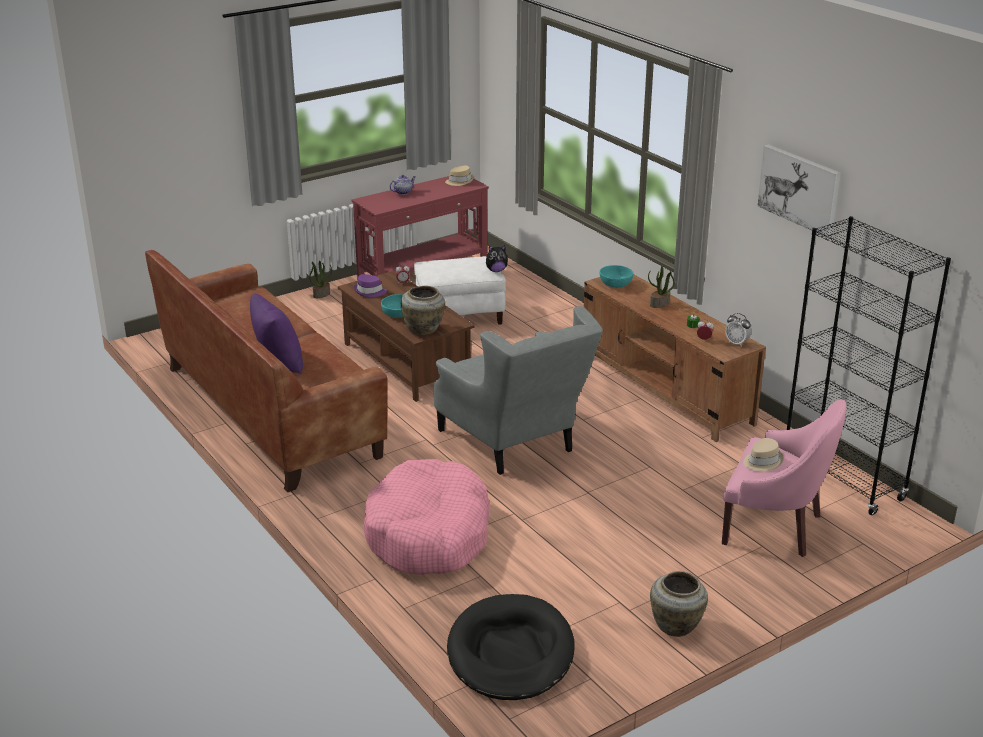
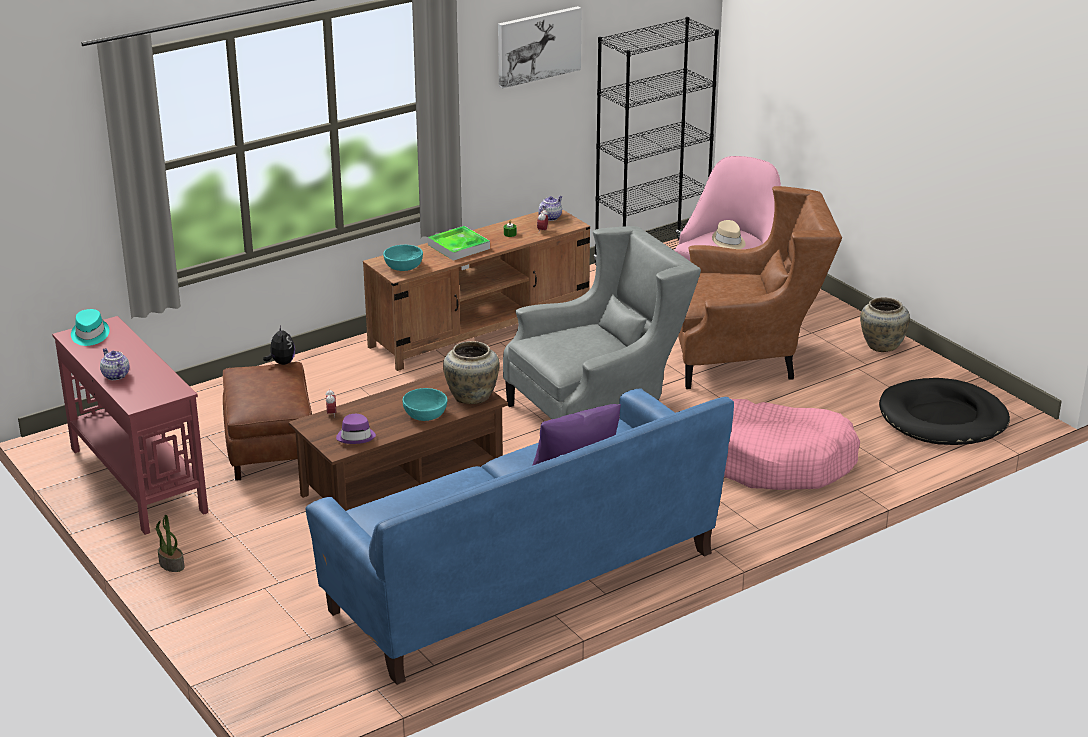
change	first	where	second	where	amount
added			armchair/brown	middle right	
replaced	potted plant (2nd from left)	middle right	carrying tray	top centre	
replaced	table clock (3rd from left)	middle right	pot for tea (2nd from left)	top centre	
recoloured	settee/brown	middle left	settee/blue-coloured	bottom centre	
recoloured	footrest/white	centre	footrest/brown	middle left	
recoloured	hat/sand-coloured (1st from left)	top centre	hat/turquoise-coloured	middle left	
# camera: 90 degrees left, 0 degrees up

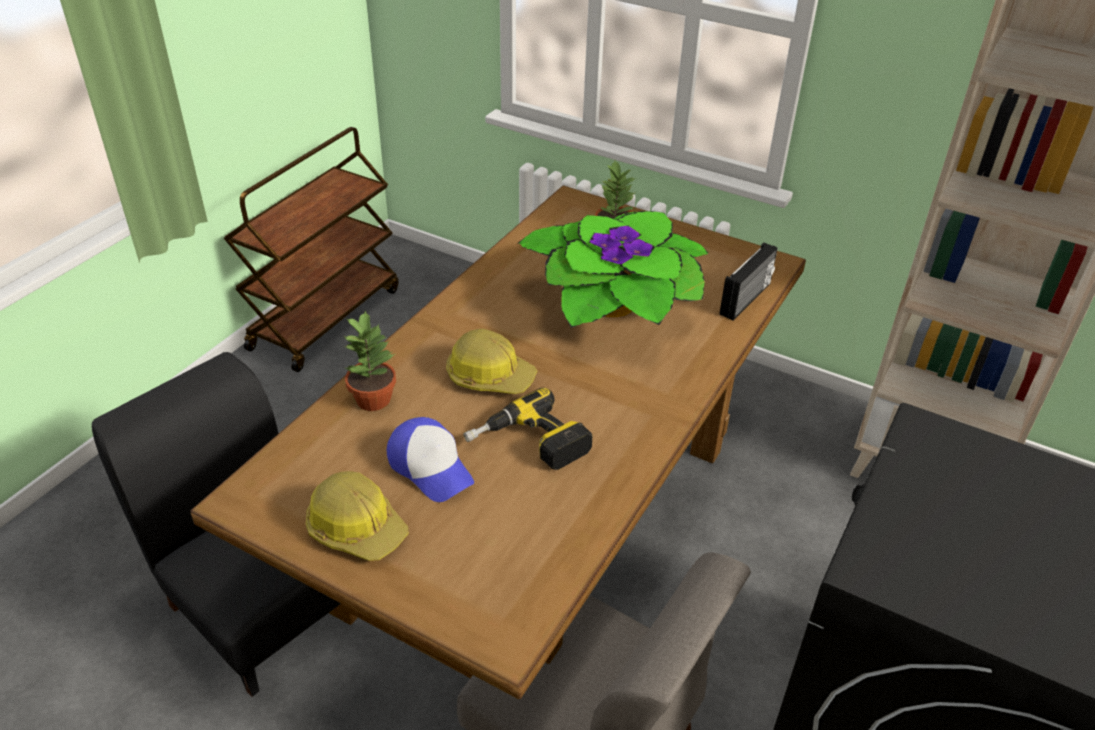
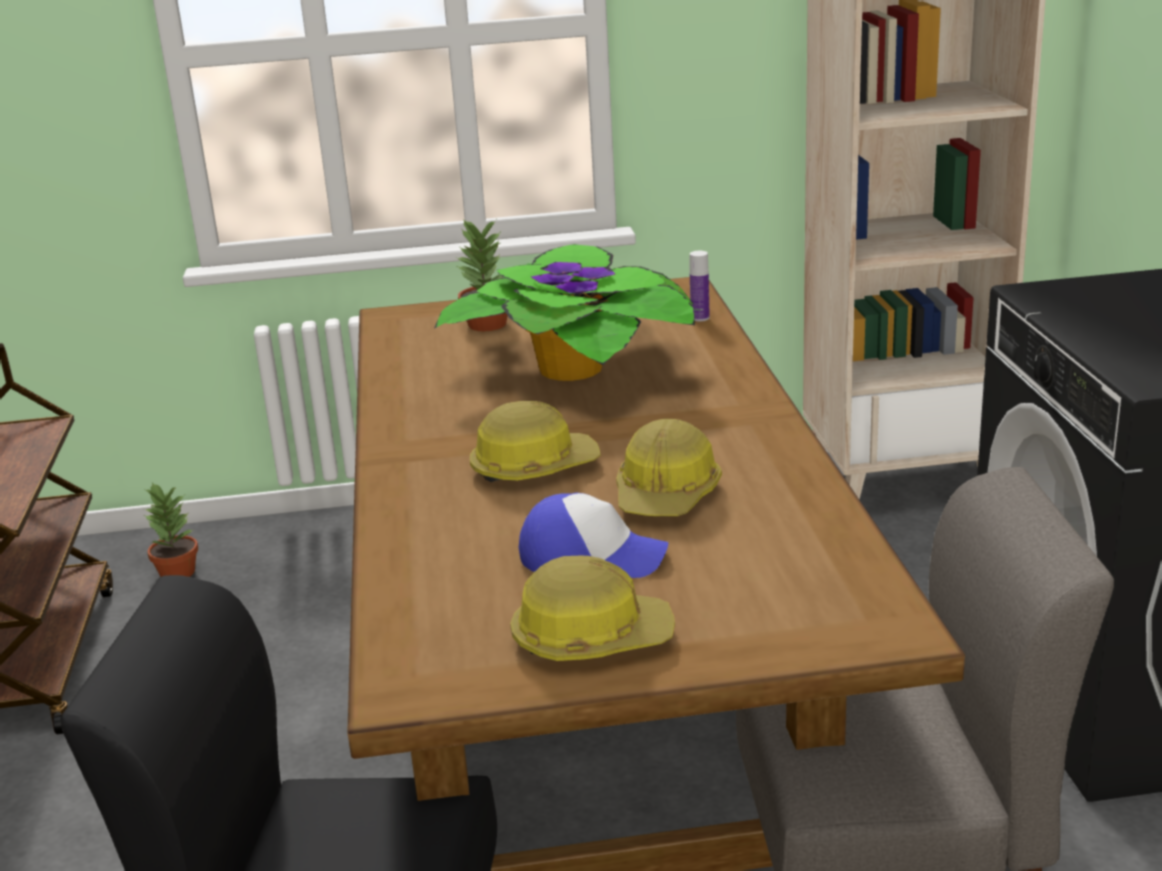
change	first	where	second	where	amount
moved	potted plant (1st from left)	centre		middle left	
replaced	drill	centre	safety helmet (3rd from left)	centre	
replaced	radio receiver	middle right	bottle	top centre	
# camera: 35 degrees left, 15 degrees down

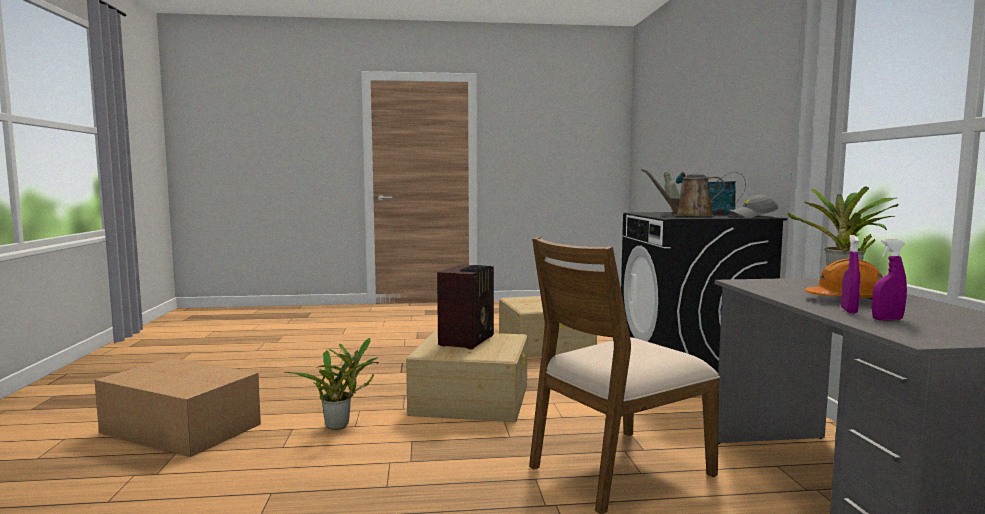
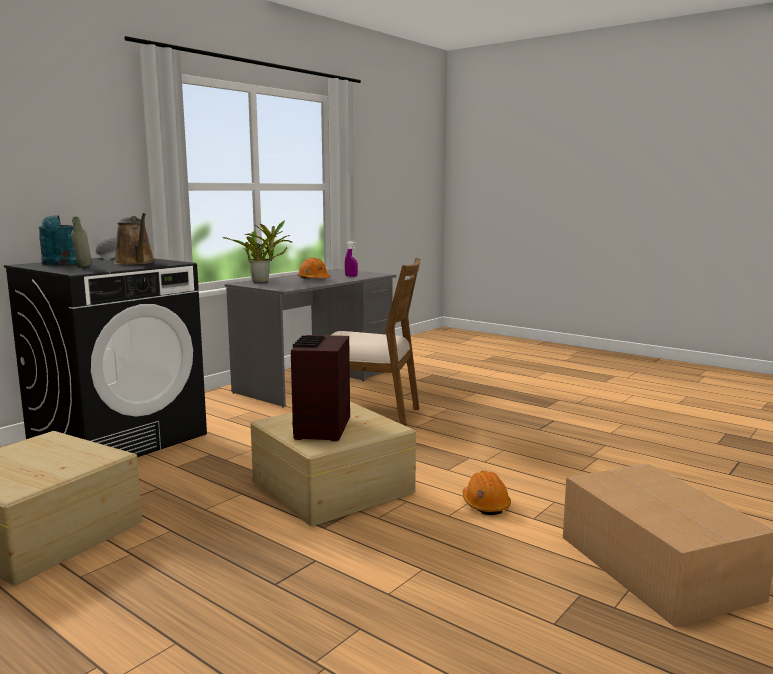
change	first	where	second	where	amount
removed	sprayer/purple-coloured (1st from left)	middle right			
replaced	potted plant (1st from left)	bottom centre	safety helmet/orangey (2nd from left)	bottom centre	
turned	radio receiver	centre		centre	60 degrees counterclockwise
# camera: 135 degrees left, 5 degrees up

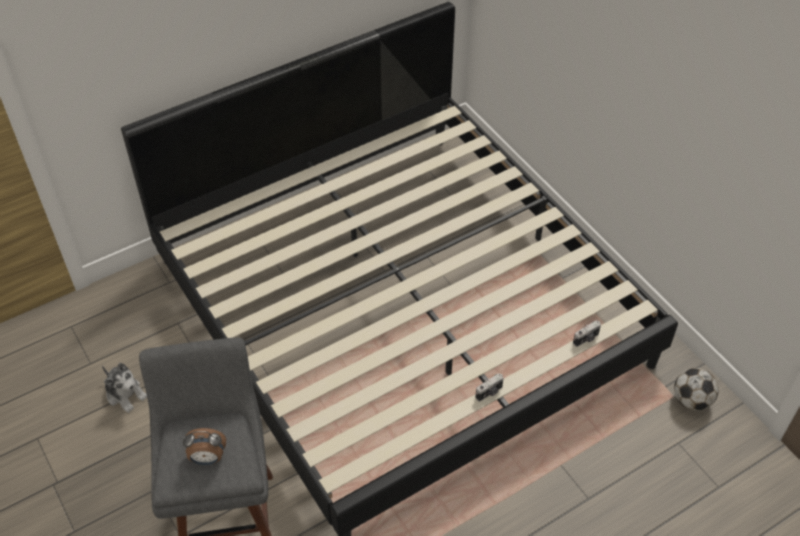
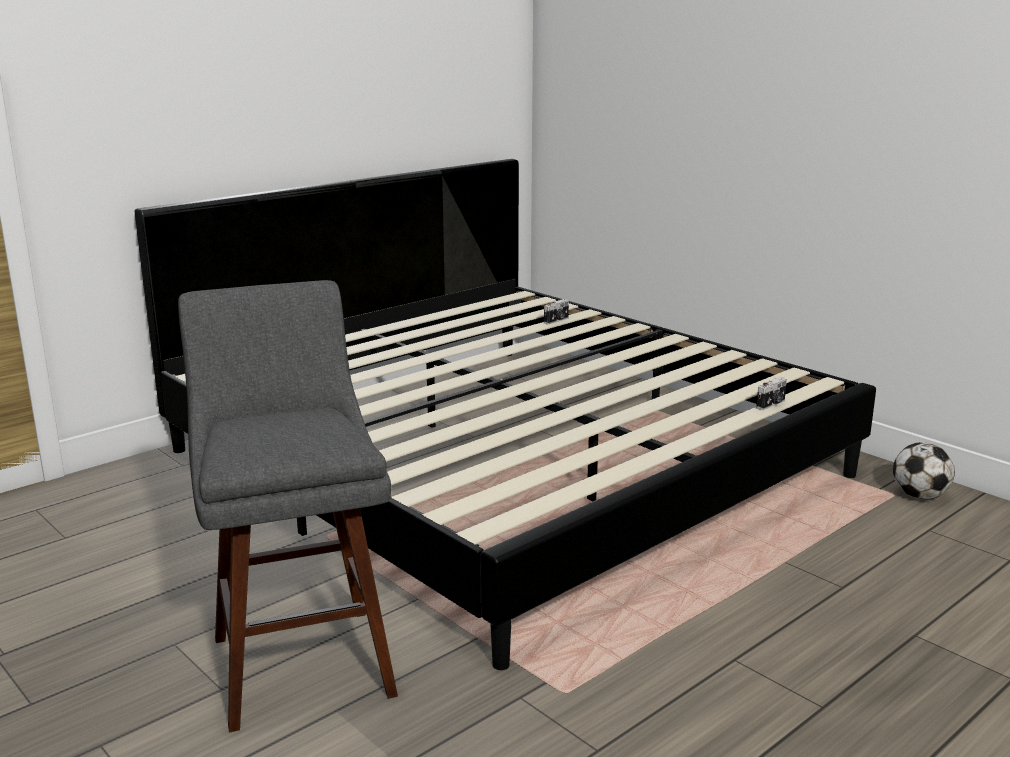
change	first	where	second	where	amount
removed	plush toy	bottom left			
removed	table clock	bottom left			
moved	still camera (1st from left)	bottom centre		centre	
# camera: 10 degrees left, 30 degrees down

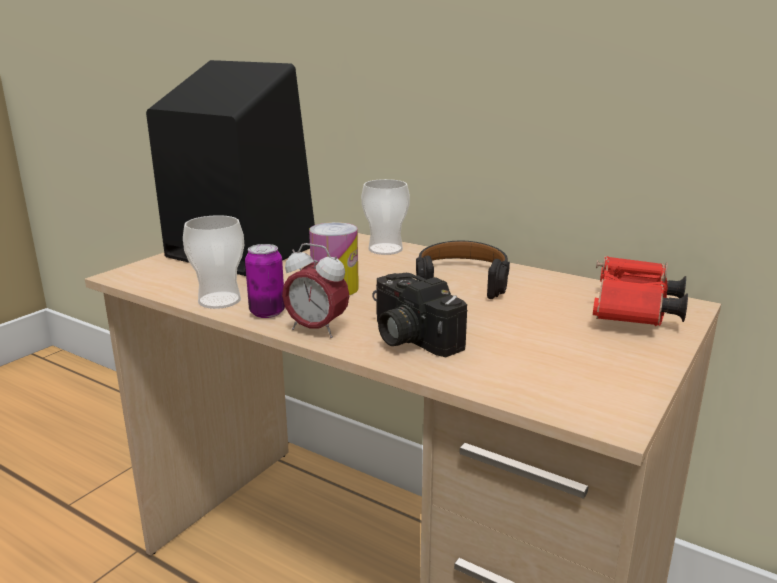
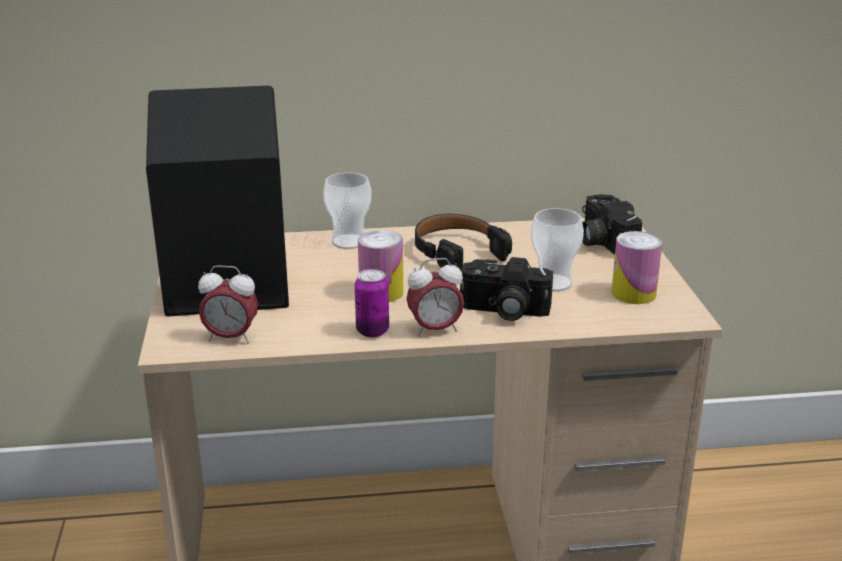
change	first	where	second	where	amount
added			table clock (1st from left)	middle left	
added			sealed can (3rd from left)	middle right	
moved	drinking cup (1st from left in the first image)	middle left	drinking cup (2nd from left)	centre	
replaced	field glasses/red	middle right	still camera (2nd from left)	middle right	
# camera: 40 degrees left, 5 degrees up

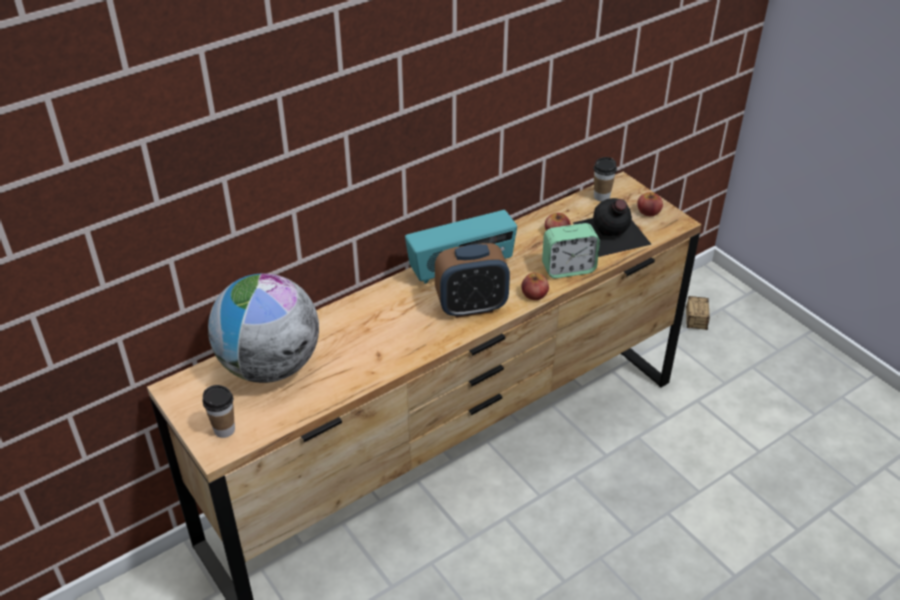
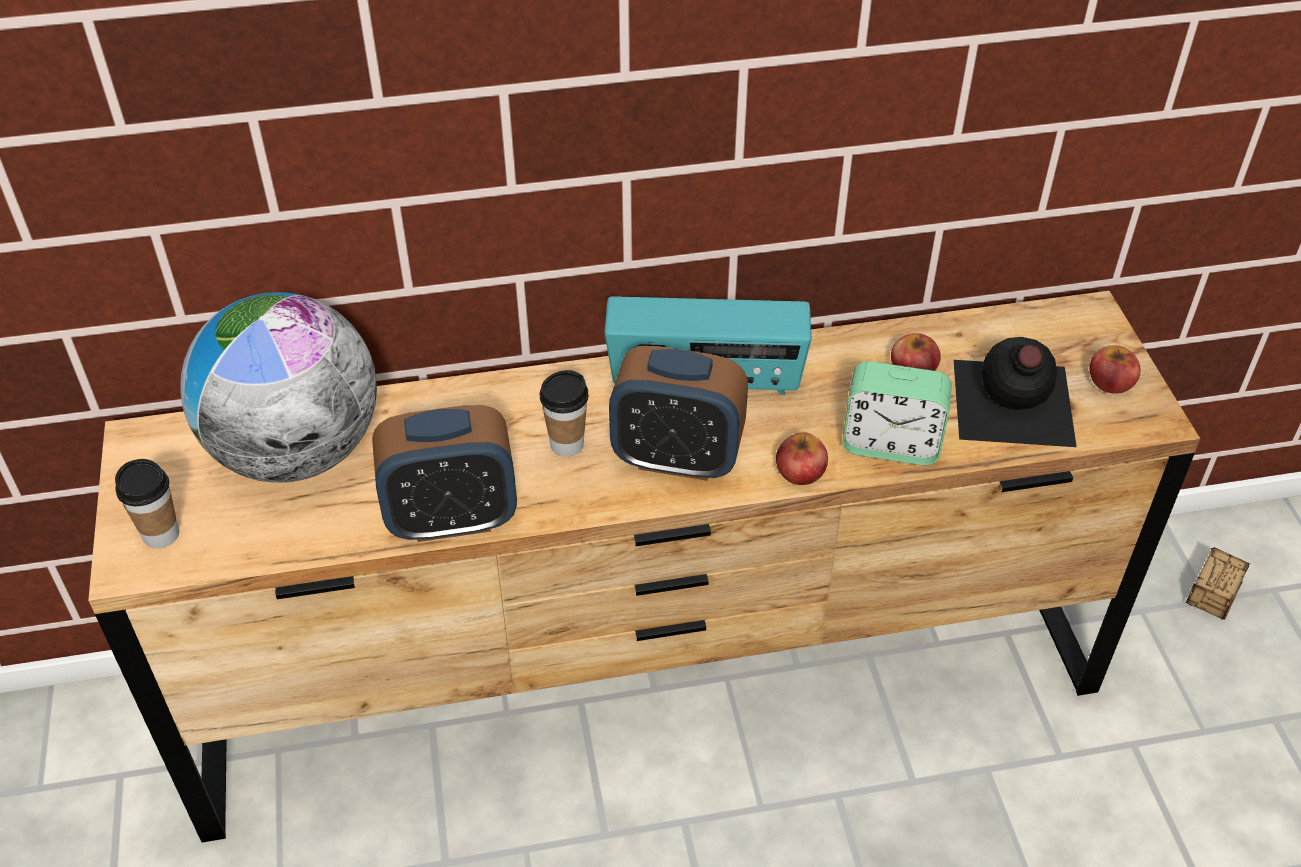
change	first	where	second	where	amount
added			table clock (1st from left)	centre	
moved	drinking cup (2nd from left)	top right		centre	
# camera: 25 degrees right, 5 degrees up

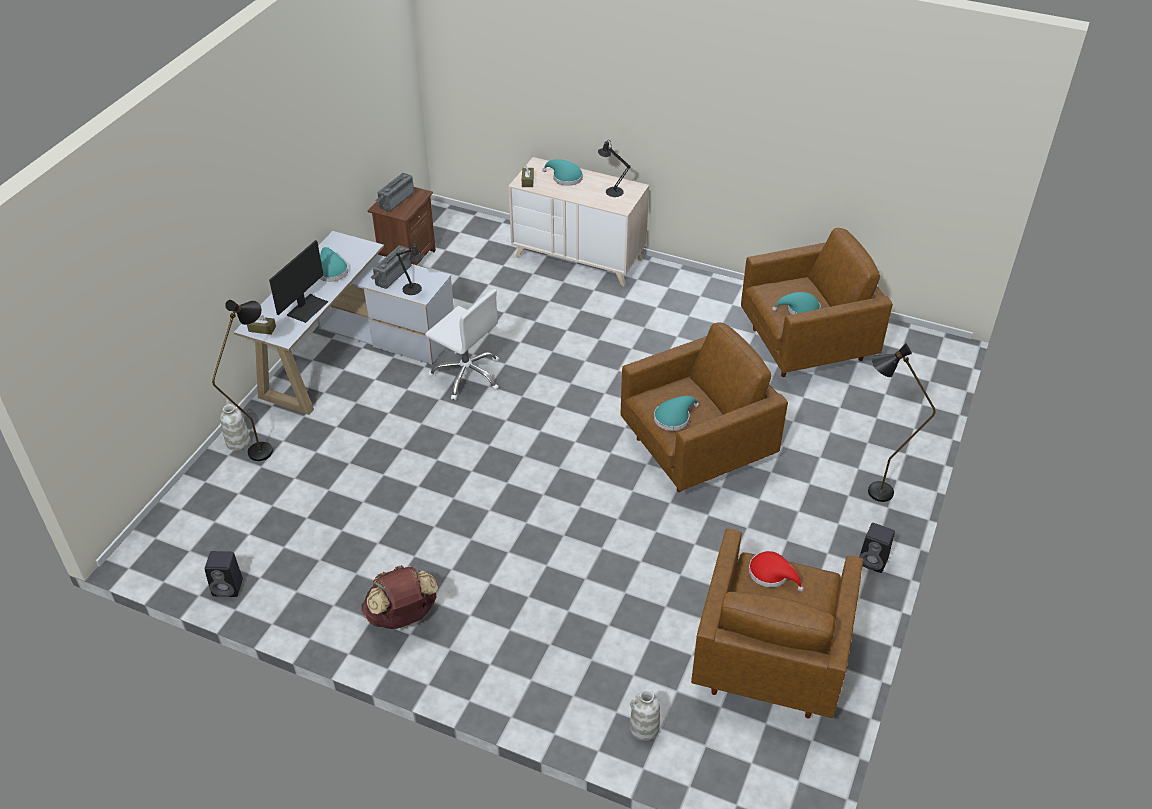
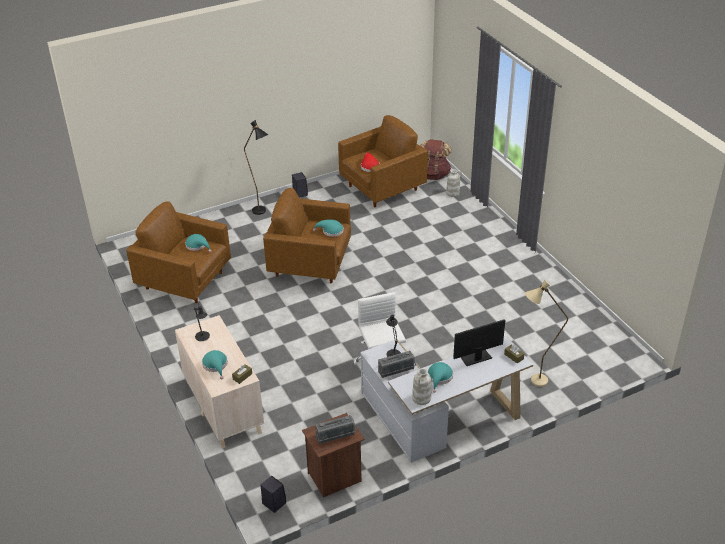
change	first	where	second	where	amount
moved	speaker/blackish (1st from left)	bottom left		bottom centre	
moved	decorative vase/white (1st from left)	middle left		bottom centre	
moved	backpack/brown	bottom centre		top centre	
recoloured	floor lamp/blackish (1st from left)	middle left	floor lamp/sand-coloured	middle right	
# camera: 140 degrees left, 5 degrees down

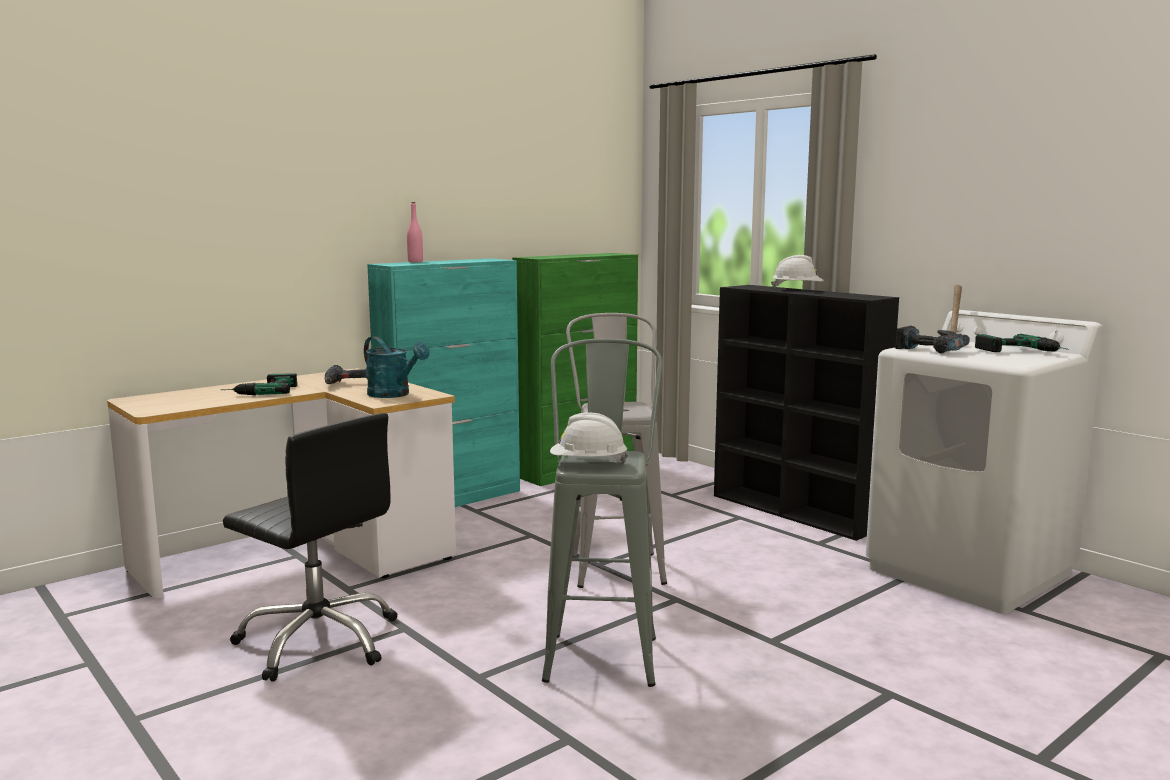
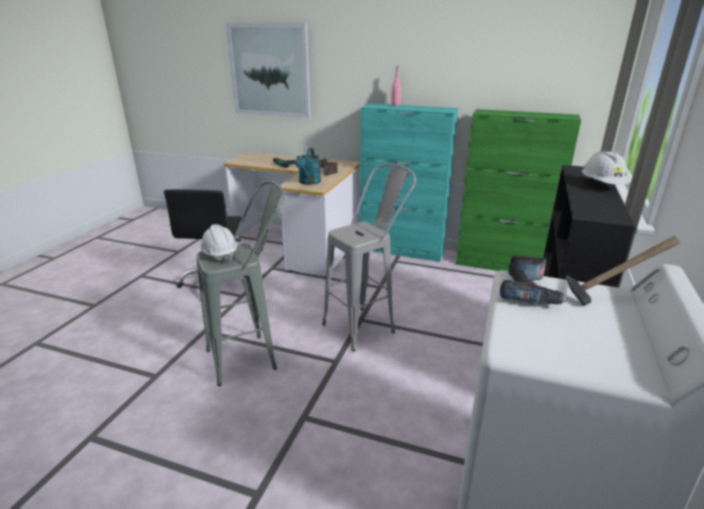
change	first	where	second	where	amount
removed	drill (4th from left)	middle right			
added			wall art	top centre	
# camera: 60 degrees right, 15 degrees up

